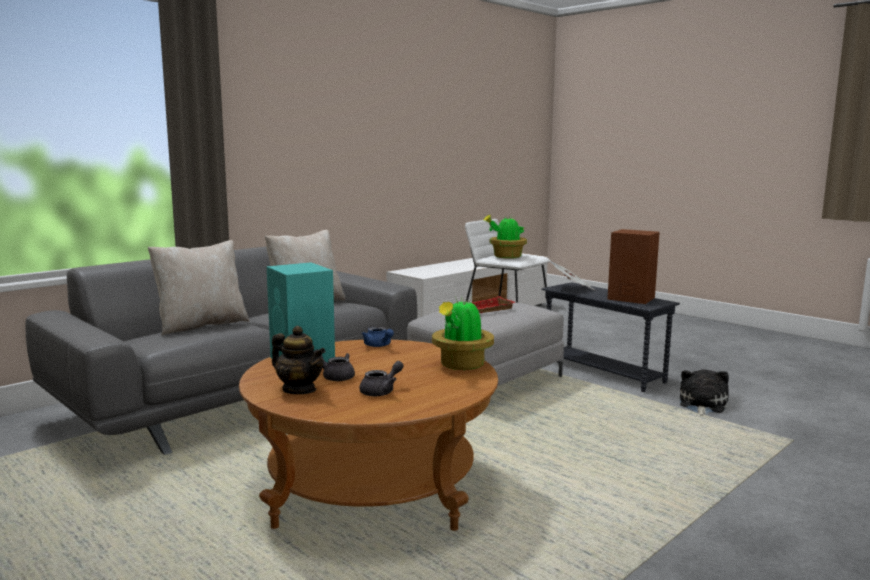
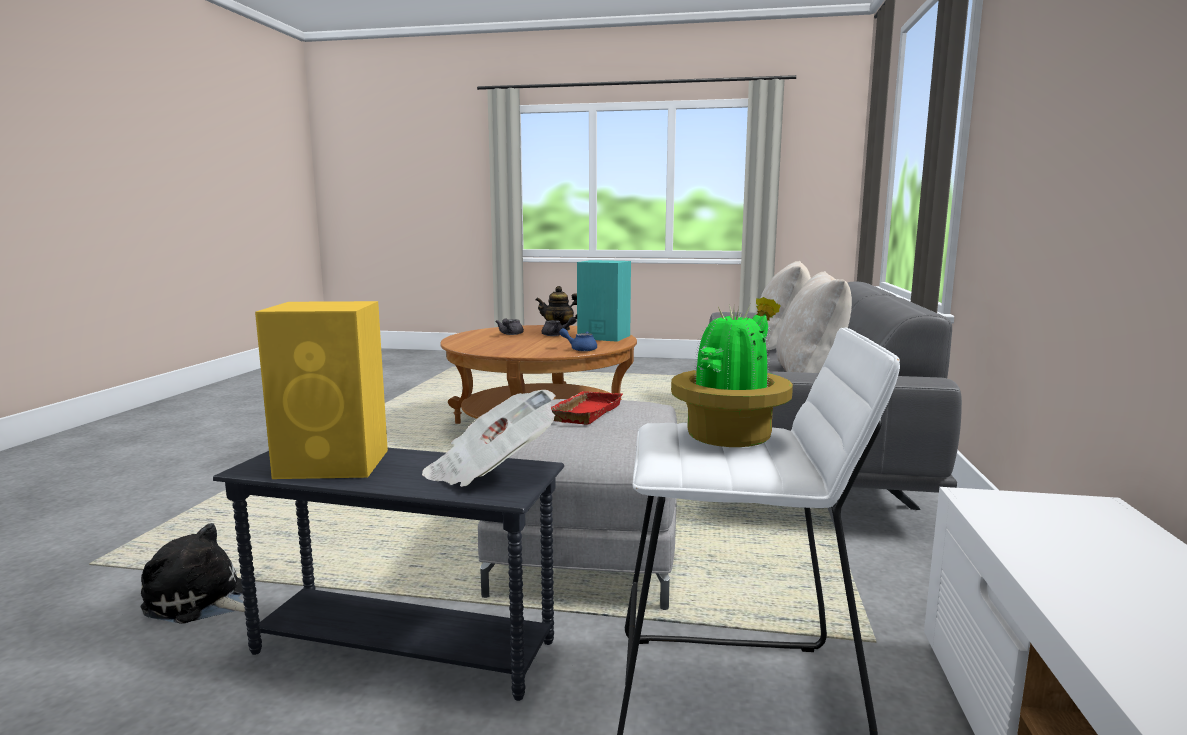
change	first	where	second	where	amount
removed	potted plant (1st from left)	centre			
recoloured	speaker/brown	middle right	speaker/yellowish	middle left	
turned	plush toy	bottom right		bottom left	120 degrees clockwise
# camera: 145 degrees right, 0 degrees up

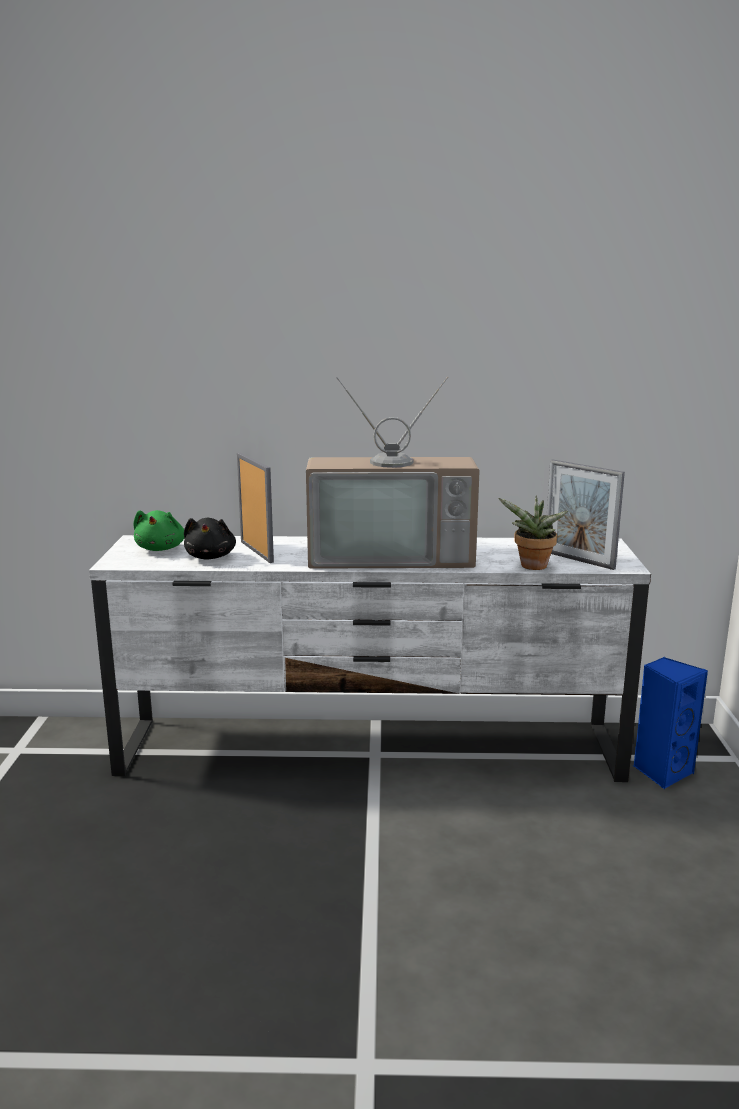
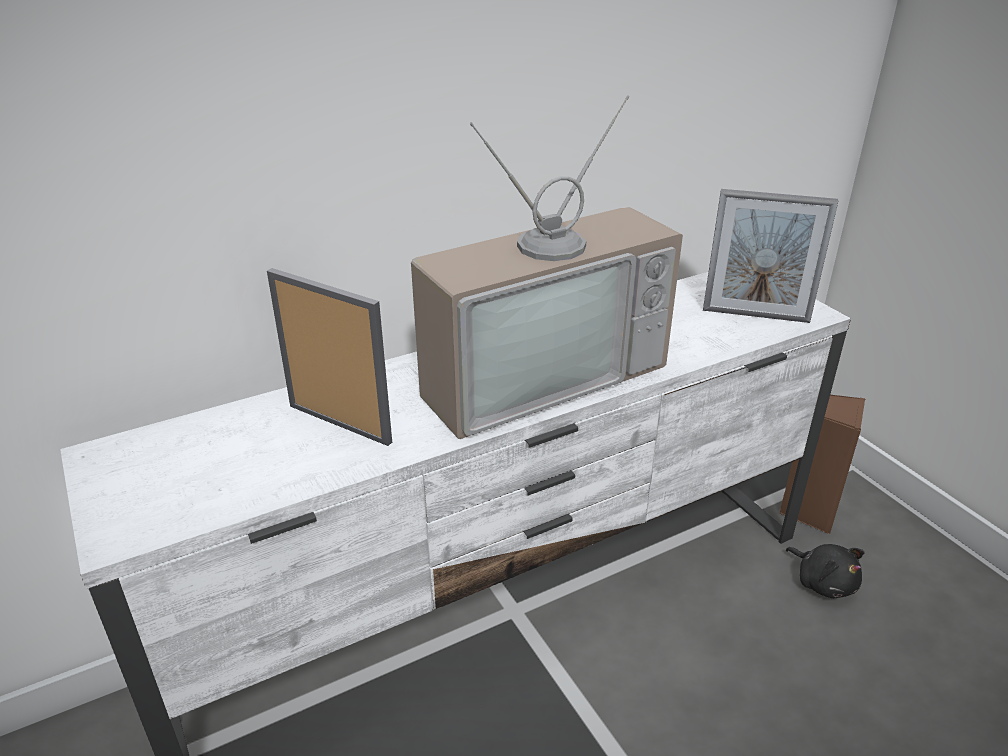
change	first	where	second	where	amount
removed	plush toy/green	middle left			
removed	potted plant	middle right			
moved	plush toy/blackish	middle left		bottom right	
recoloured	speaker/blue-coloured	middle right	speaker/brown	middle right	
# camera: 30 degrees left, 15 degrees up

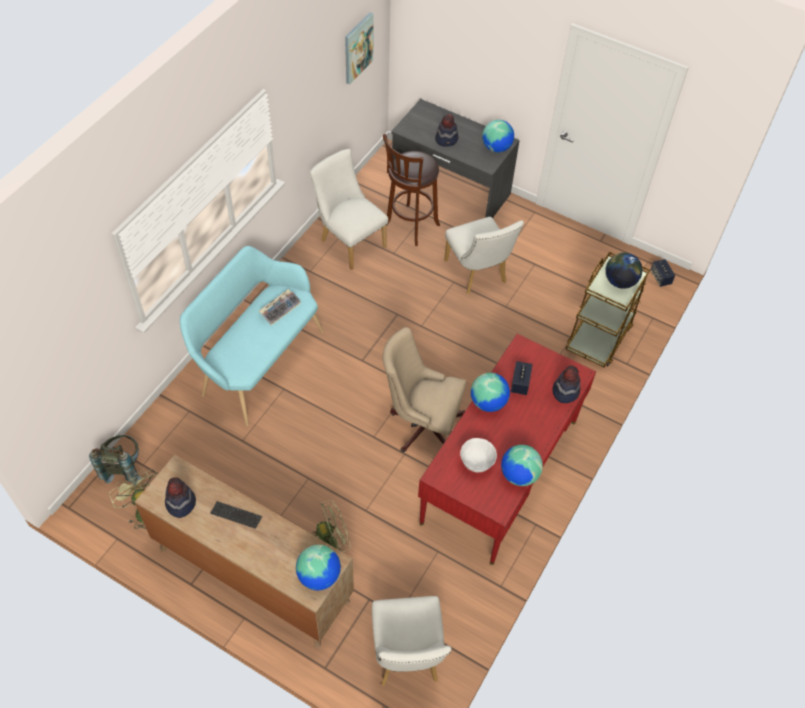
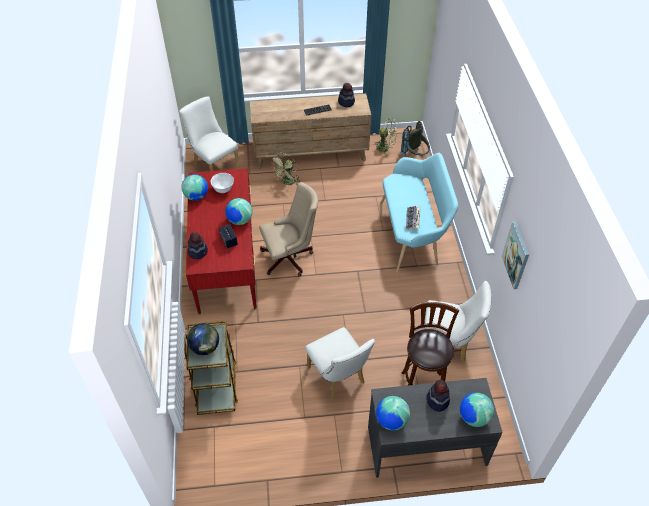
change	first	where	second	where	amount
removed	speaker (2nd from left)	middle right			
moved	world globe (1st from left in the first image)	bottom centre	world globe (5th from left)	bottom right	
moved	wall art	top centre		middle right	
turned	upright chair/white (3rd from left in the first image)	centre	upright chair/white (2nd from left)	bottom centre	150 degrees counterclockwise
# camera: 145 degrees right, 5 degrees down

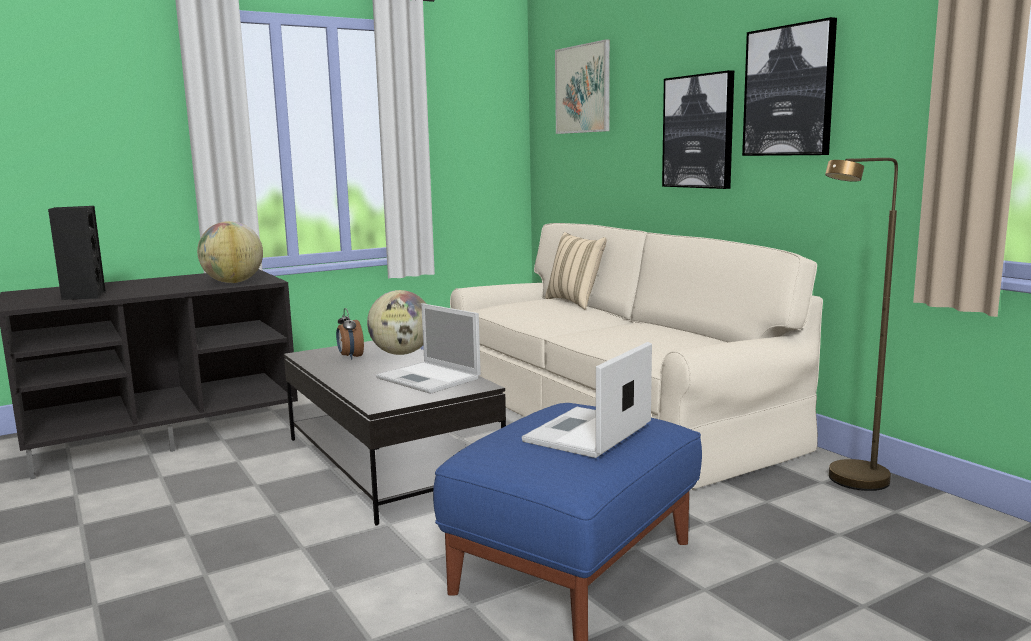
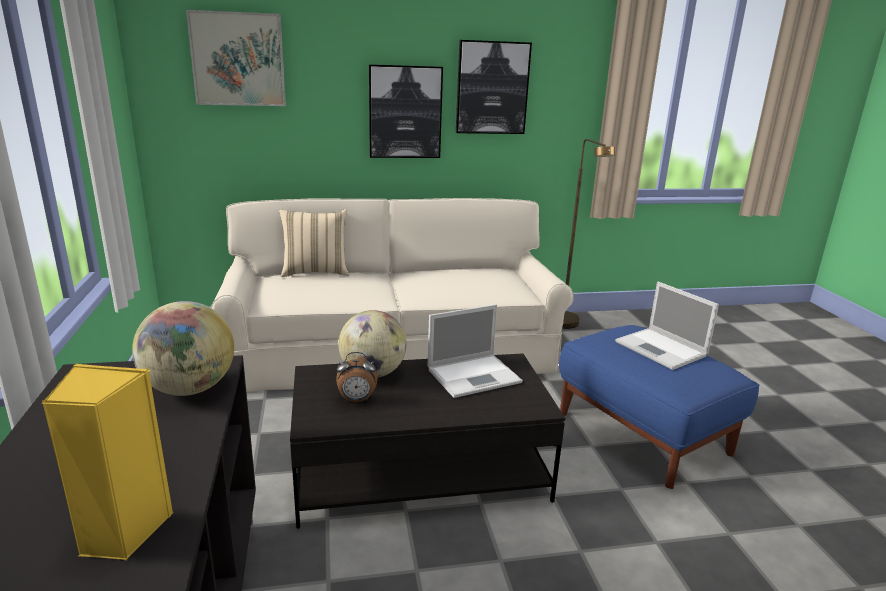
change	first	where	second	where	amount
recoloured	speaker/blackish	middle left	speaker/yellowish	bottom left	
# camera: 70 degrees left, 10 degrees up

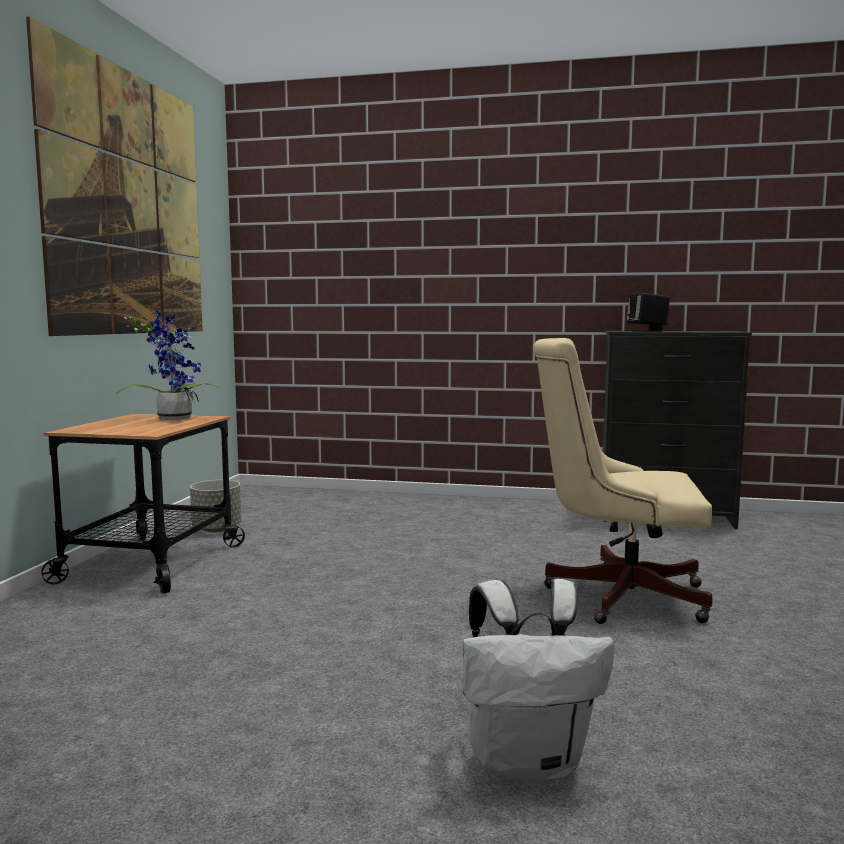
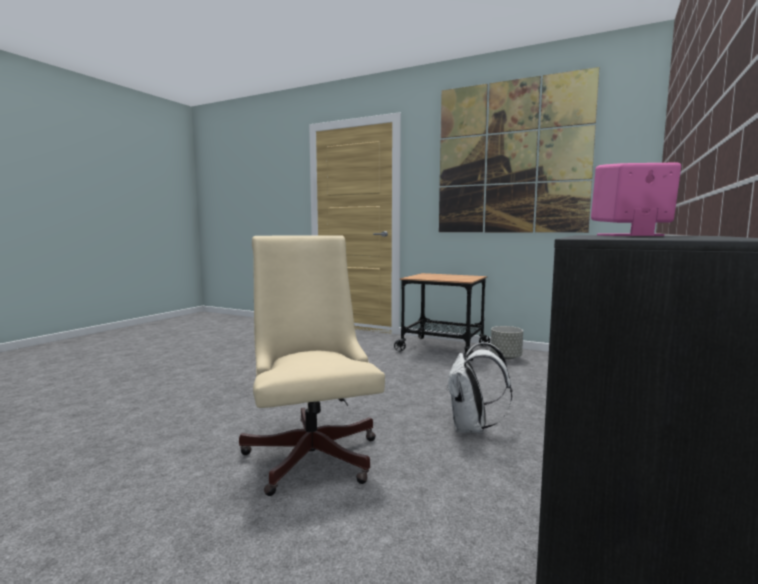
change	first	where	second	where	amount
removed	potted plant	middle left			
moved	backpack/white	bottom centre		centre	
recoloured	speaker/blackish	middle right	speaker/pink	middle right	
turned	desk chair/sand-coloured	middle right		centre	45 degrees counterclockwise
# camera: 105 degrees right, 0 degrees up

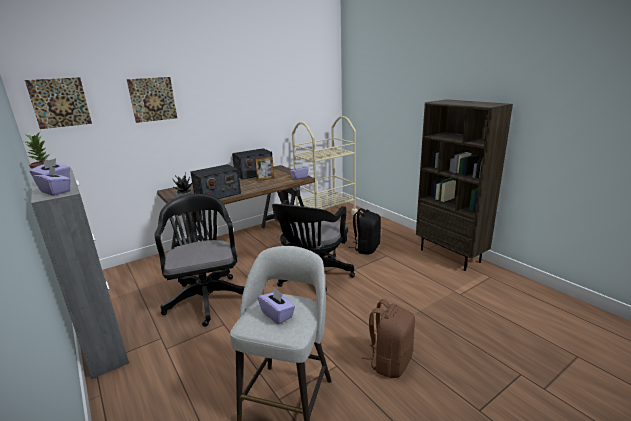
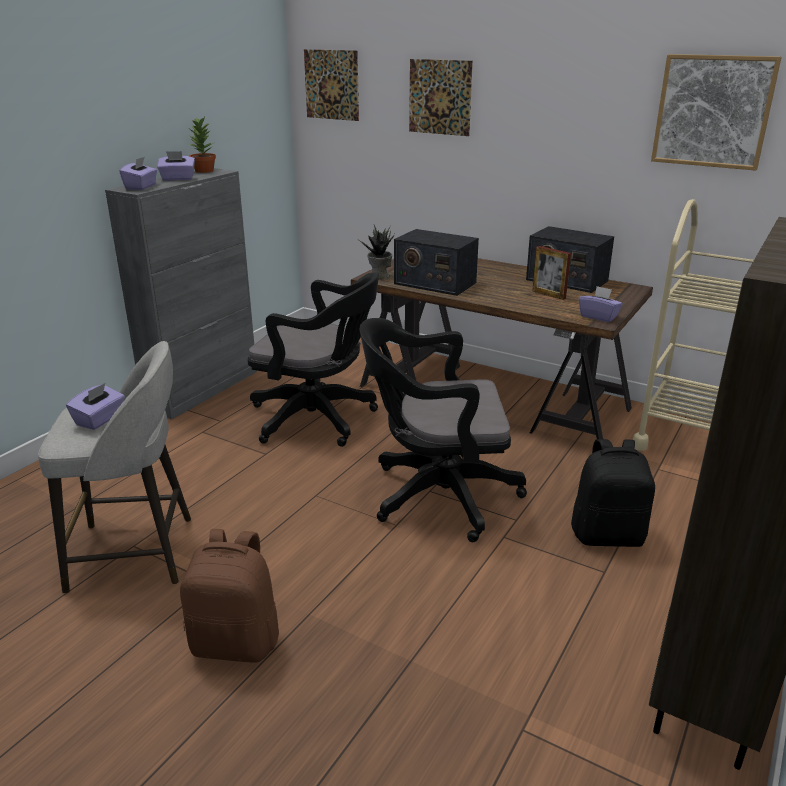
change	first	where	second	where	amount
added			wall art (3rd from left)	top right	
turned	desk chair/blackish (1st from left)	middle left		centre	60 degrees clockwise
# camera: 65 degrees right, 5 degrees up

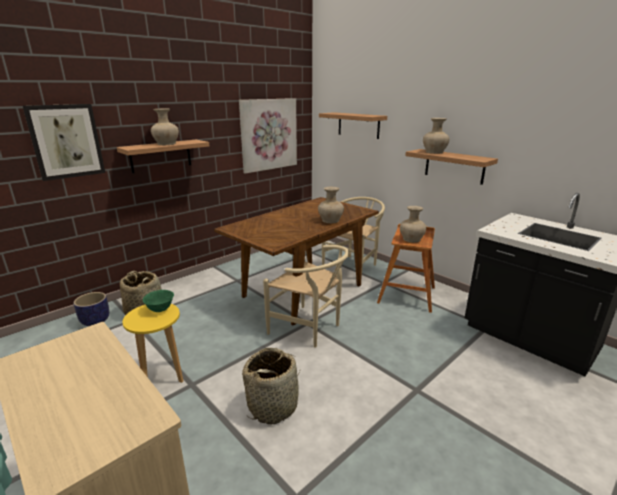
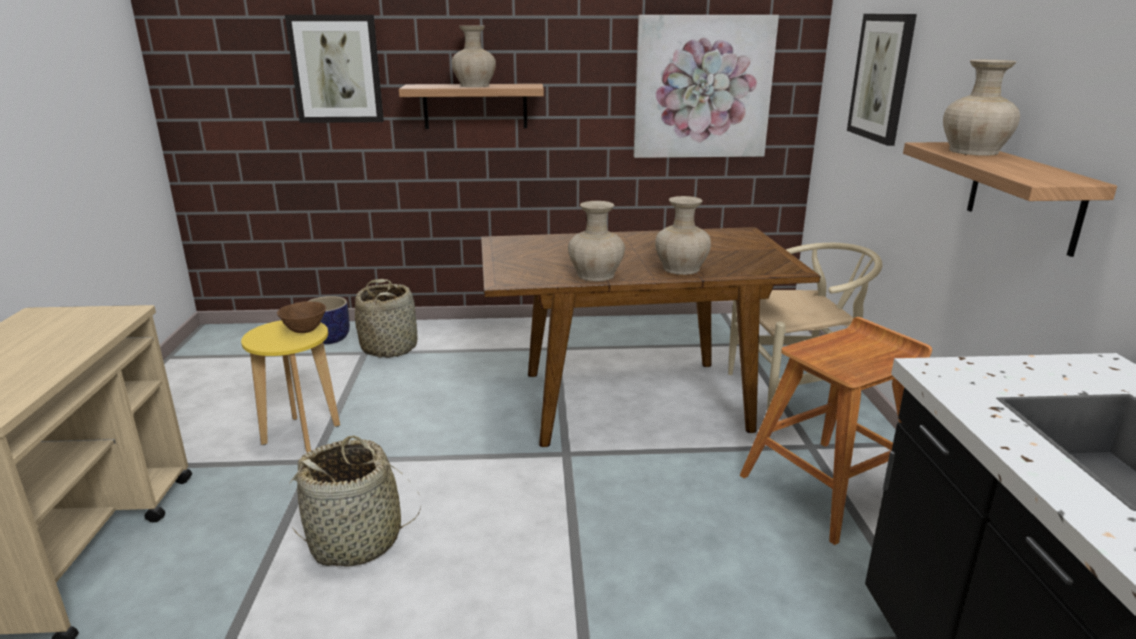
change	first	where	second	where	amount
removed	upright chair/sand-coloured (1st from left)	centre			
moved	decorative vase/sand-coloured (3rd from left in the first image)	middle right	decorative vase/sand-coloured (2nd from left)	centre	
replaced	bracket shelf (2nd from left)	top centre	wall art (3rd from left)	top right	
recoloured	bowl/green	middle left	bowl/brown	middle left	
# camera: 40 degrees right, 0 degrees up

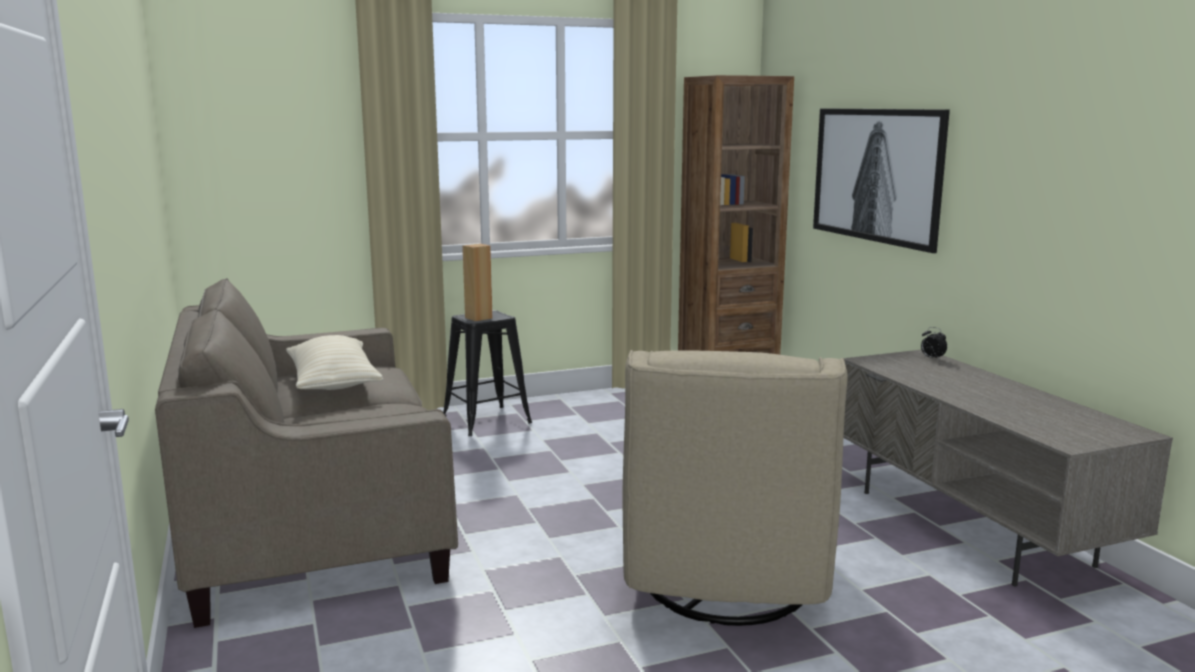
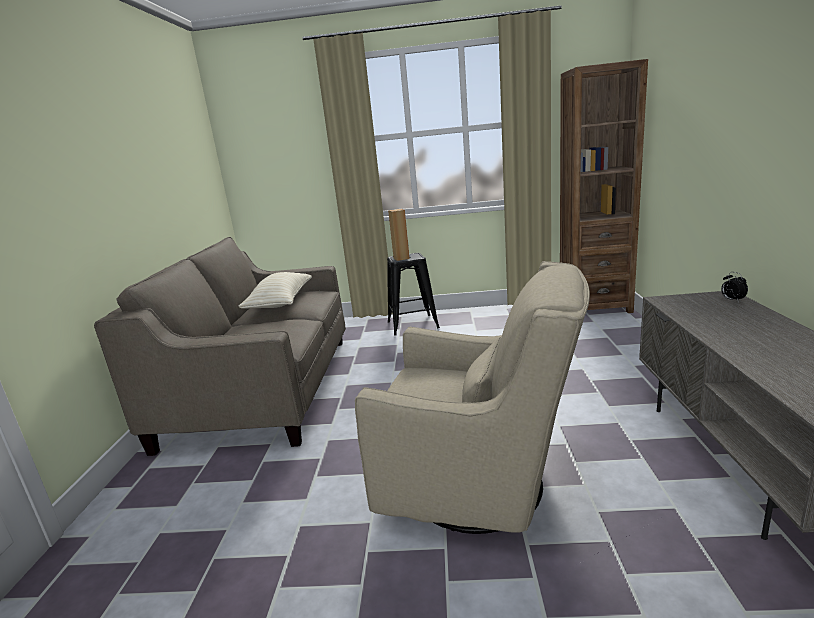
change	first	where	second	where	amount
removed	wall art	top right			
turned	armchair/sand-coloured	bottom centre		centre	105 degrees counterclockwise
# camera: 25 degrees right, 5 degrees up

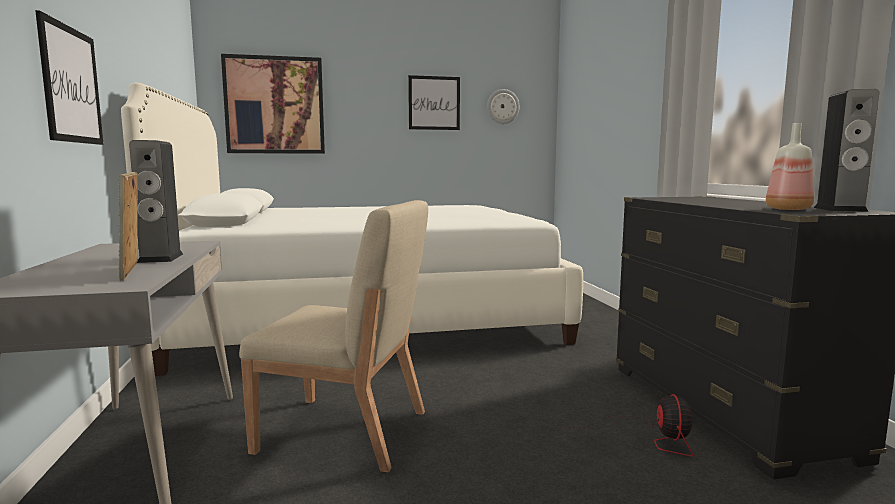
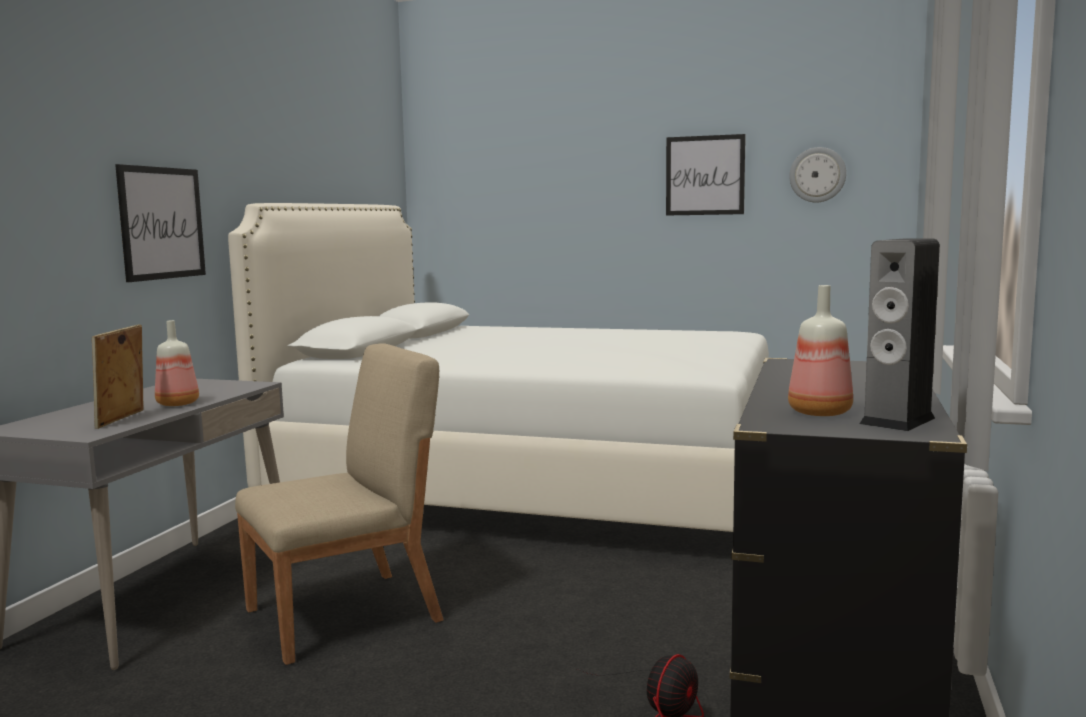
change	first	where	second	where	amount
removed	wall art (2nd from left)	top left			
replaced	speaker (1st from left)	middle left	bottle (1st from left)	middle left	
turned	upright chair/sand-coloured	bottom centre		bottom left	75 degrees counterclockwise
# camera: 30 degrees right, 0 degrees up

